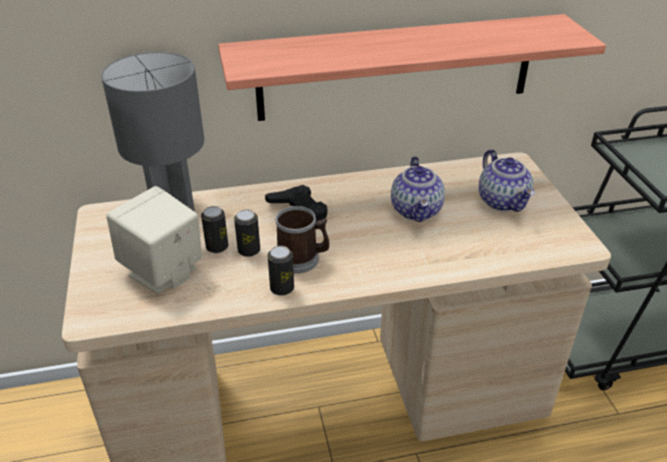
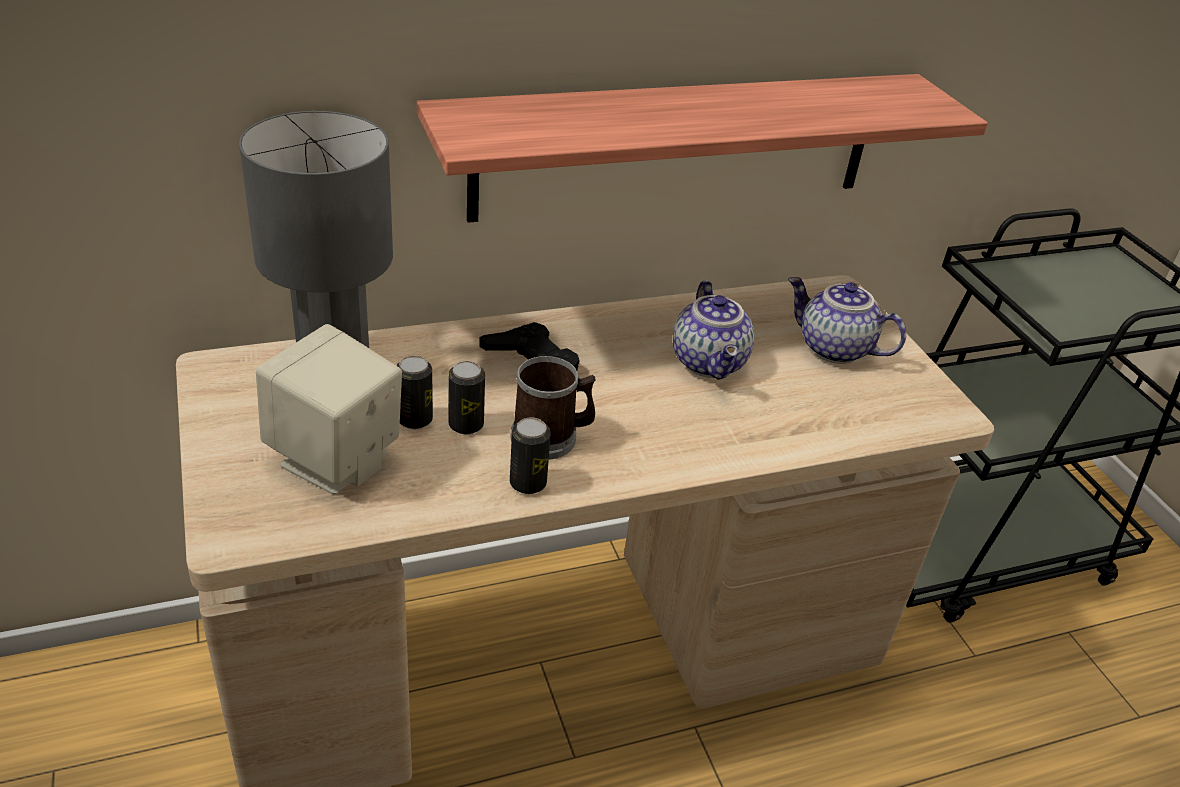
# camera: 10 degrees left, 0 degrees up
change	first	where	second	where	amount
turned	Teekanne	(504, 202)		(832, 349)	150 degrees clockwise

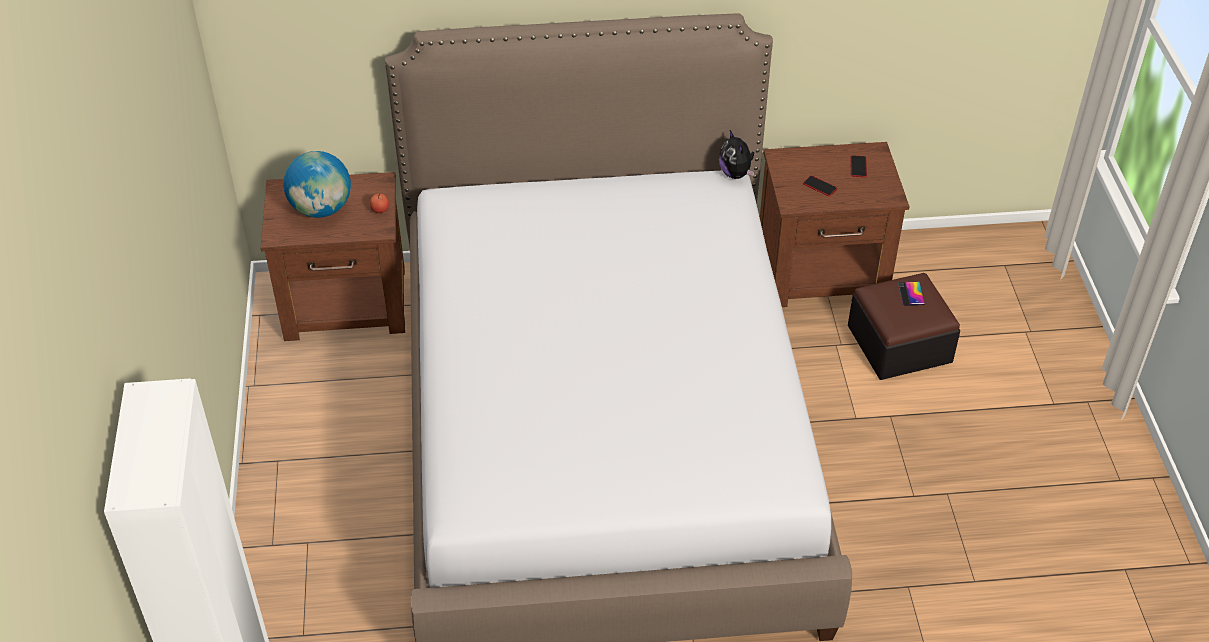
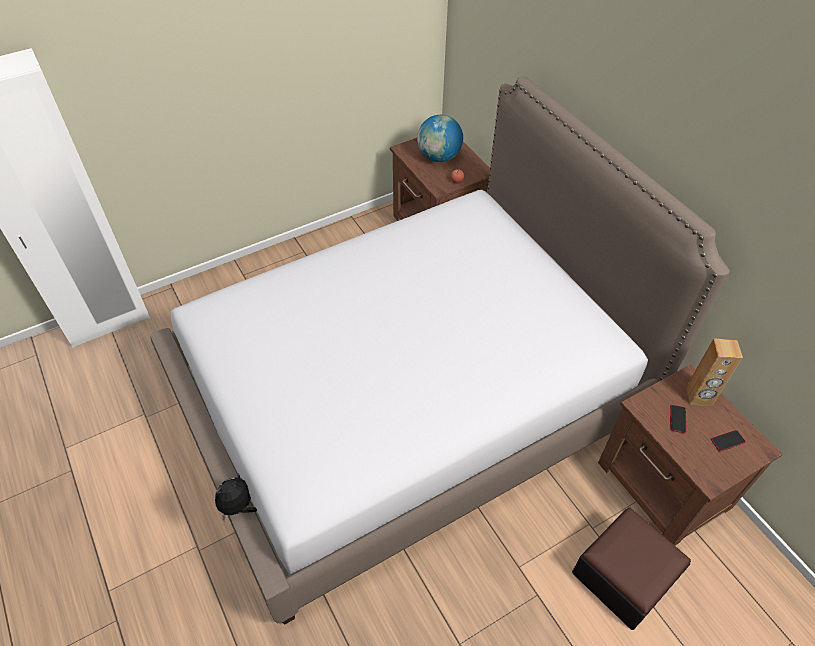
# camera: 65 degrees right, 5 degrees up
change	first	where	second	where	amount
moved	Plüschtier	(736, 174)		(238, 507)	
removed	Handy	(911, 294)			
added			Lautsprecher/braun	(699, 397)	

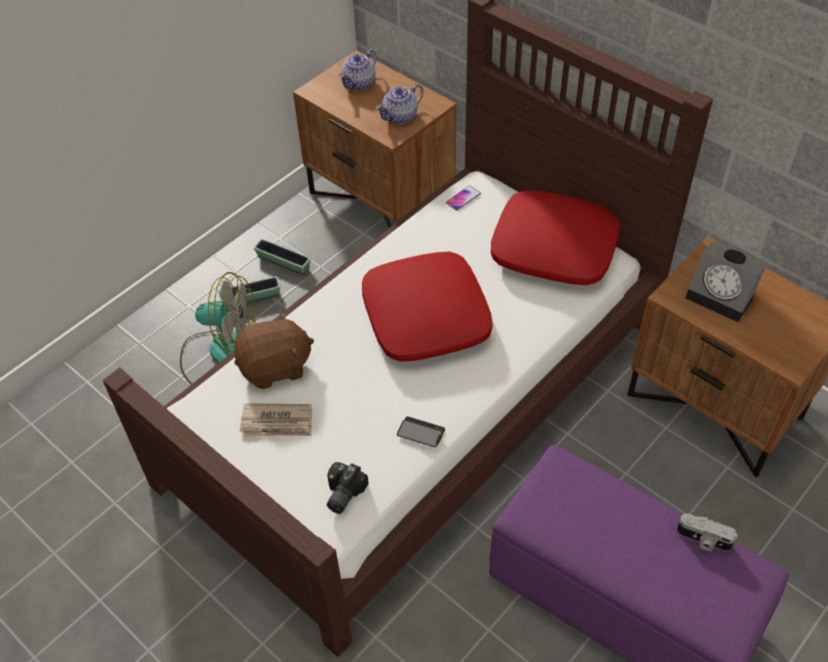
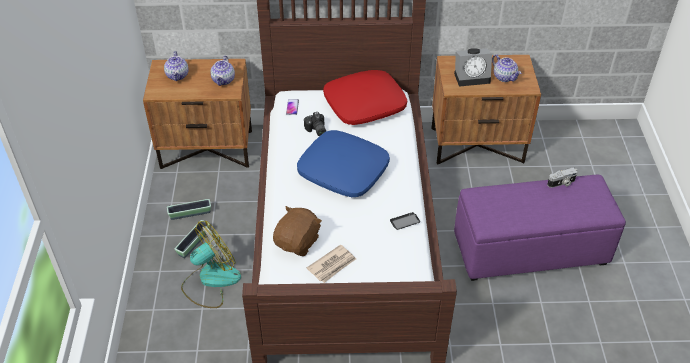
# camera: 45 degrees left, 5 degrees down
change	first	where	second	where	amount
recoloured	Kissen/rot	(427, 317)	Kissen/blau	(344, 171)	
moved	Kamera	(341, 494)		(316, 130)	
added			Teekanne	(504, 77)	

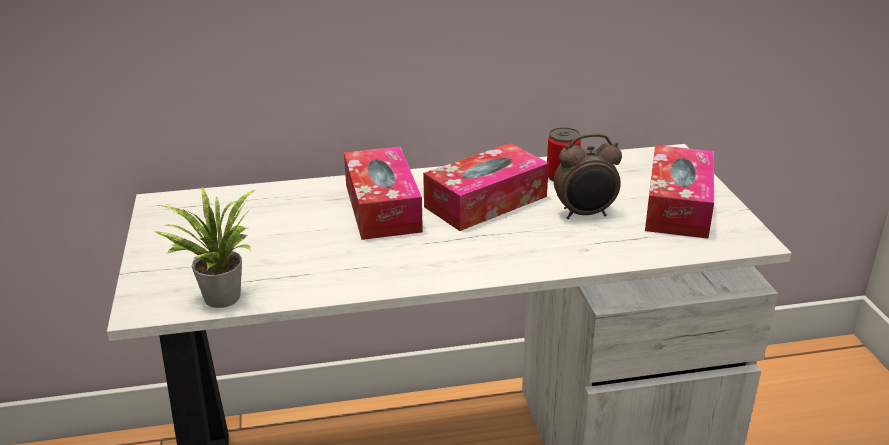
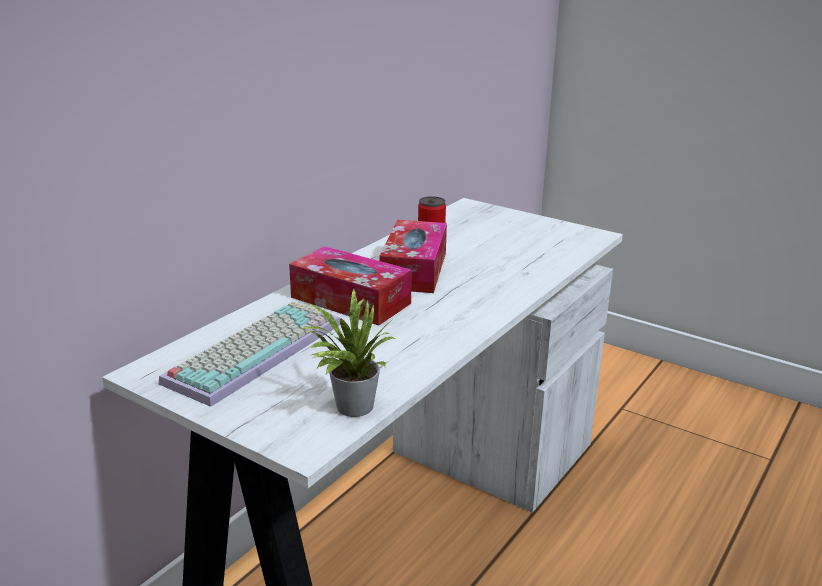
# camera: 45 degrees left, 5 degrees down
change	first	where	second	where	amount
removed	Wecker	(585, 214)			
removed	Taschentuchbox	(678, 206)			
added			Tastatur	(255, 350)	

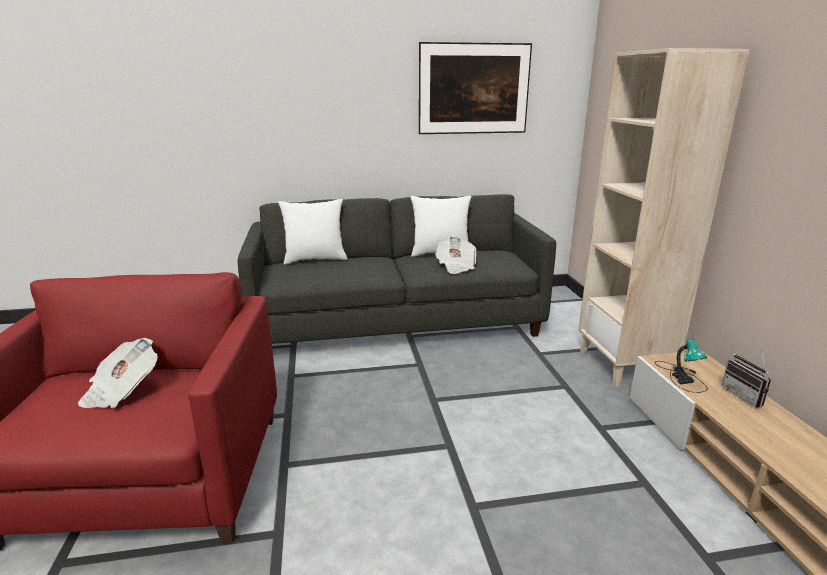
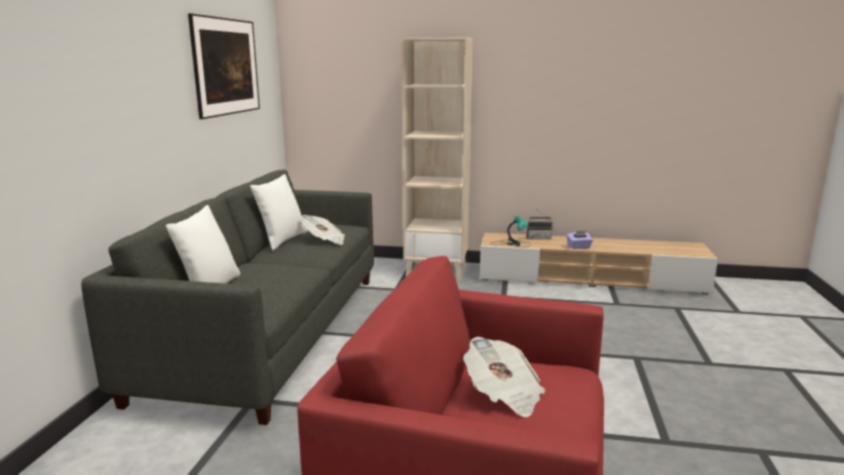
# camera: 70 degrees left, 5 degrees down
change	first	where	second	where	amount
added			Taschentuchbox/lila	(579, 247)	

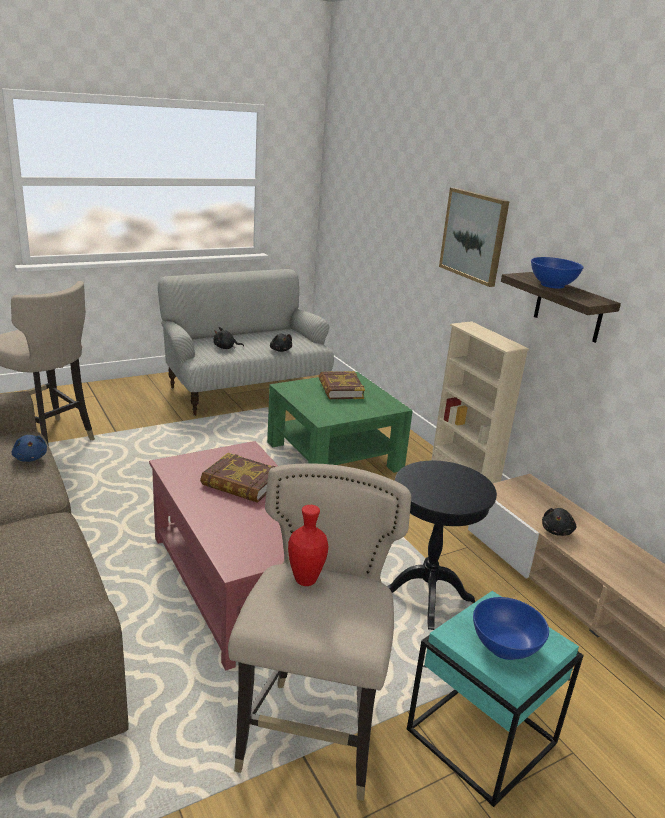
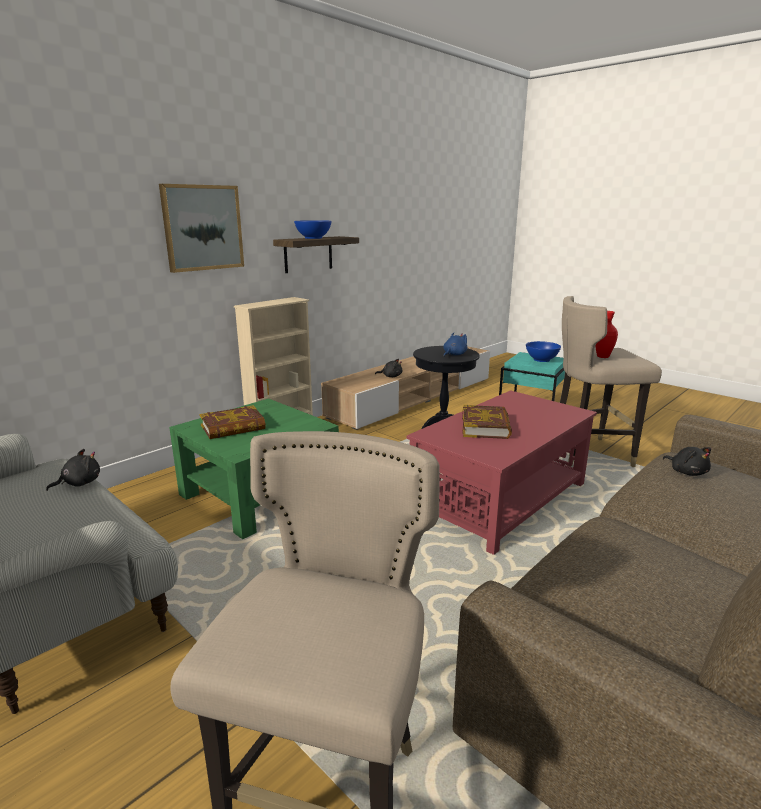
# camera: 105 degrees left, 5 degrees down
change	first	where	second	where	amount
moved	Plüschtier/schwarz	(226, 348)		(687, 472)	
moved	Plüschtier/blau	(30, 458)		(454, 354)	

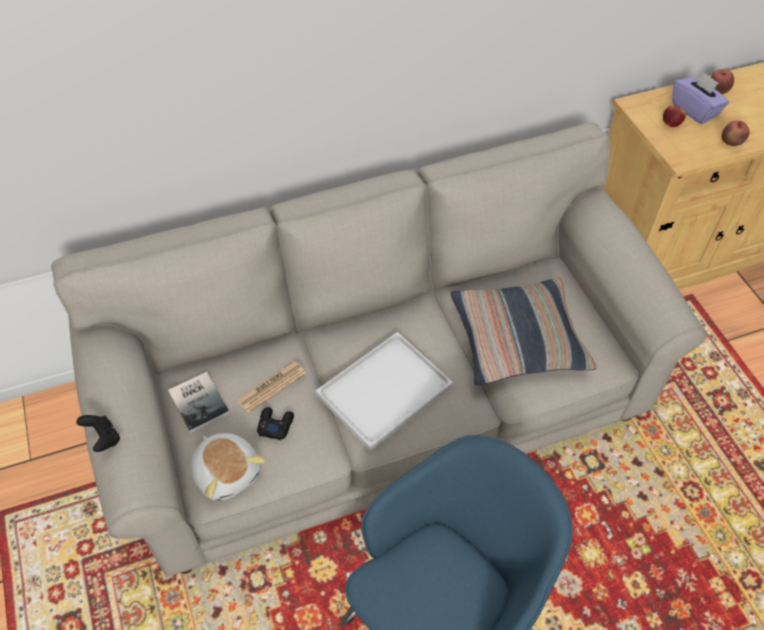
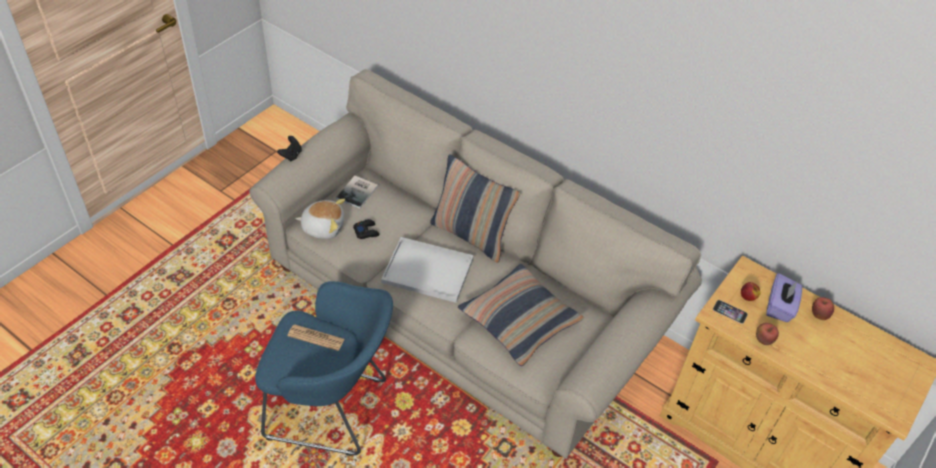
# camera: 55 degrees right, 5 degrees down
change	first	where	second	where	amount
moved	Zeitung	(271, 387)		(316, 338)	
turned	Plüschtier	(228, 472)		(323, 227)	105 degrees counterclockwise
added			Kissen	(471, 235)	
added			Handy	(730, 311)	

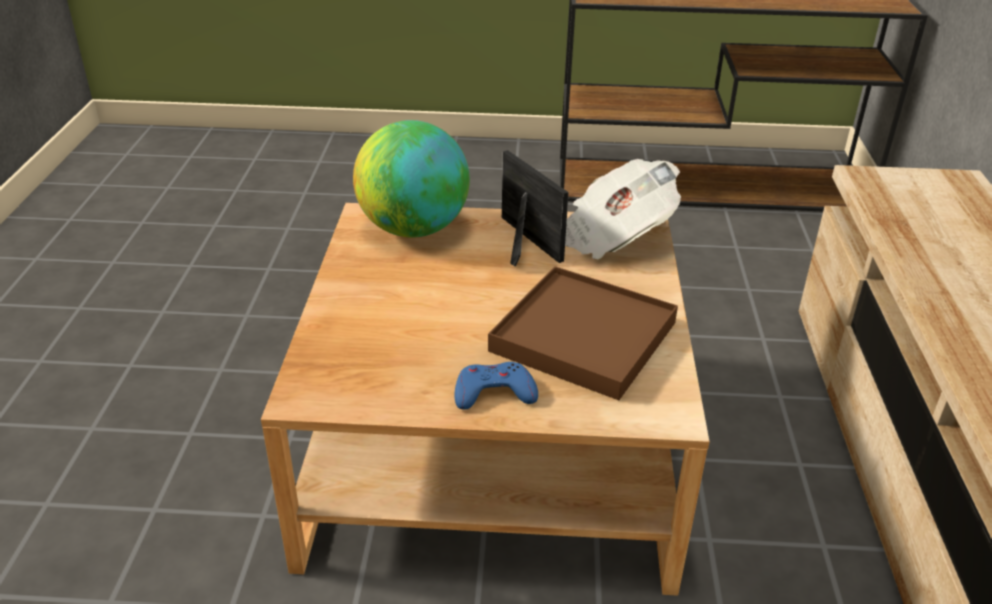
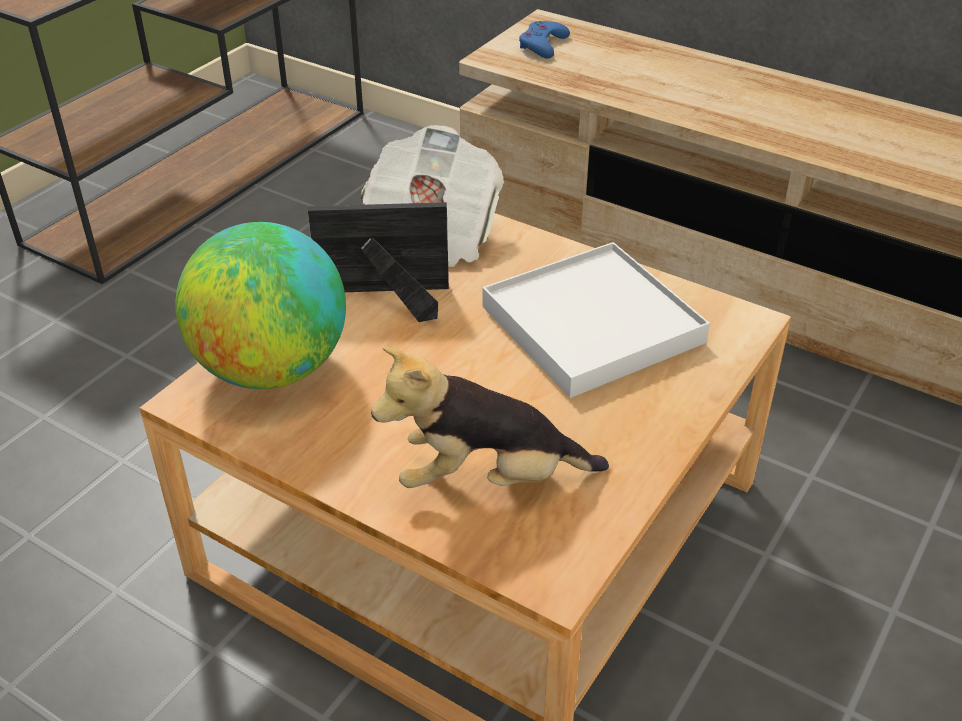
# camera: 60 degrees left, 5 degrees up
change	first	where	second	where	amount
recoloured	Tablett/braun	(583, 337)	Tablett/weiß	(592, 325)	
moved	Gamepad/blau	(494, 392)		(542, 45)	
added			Plüschtier	(487, 479)	

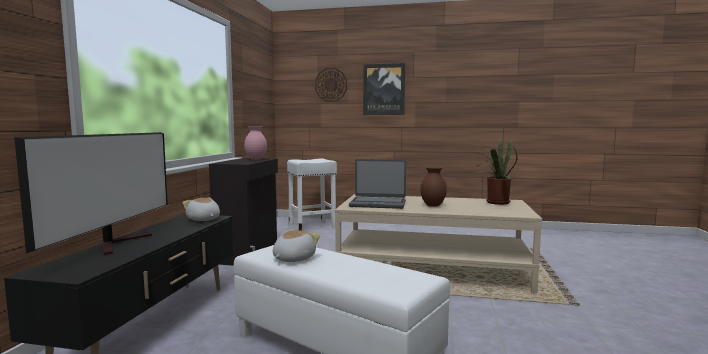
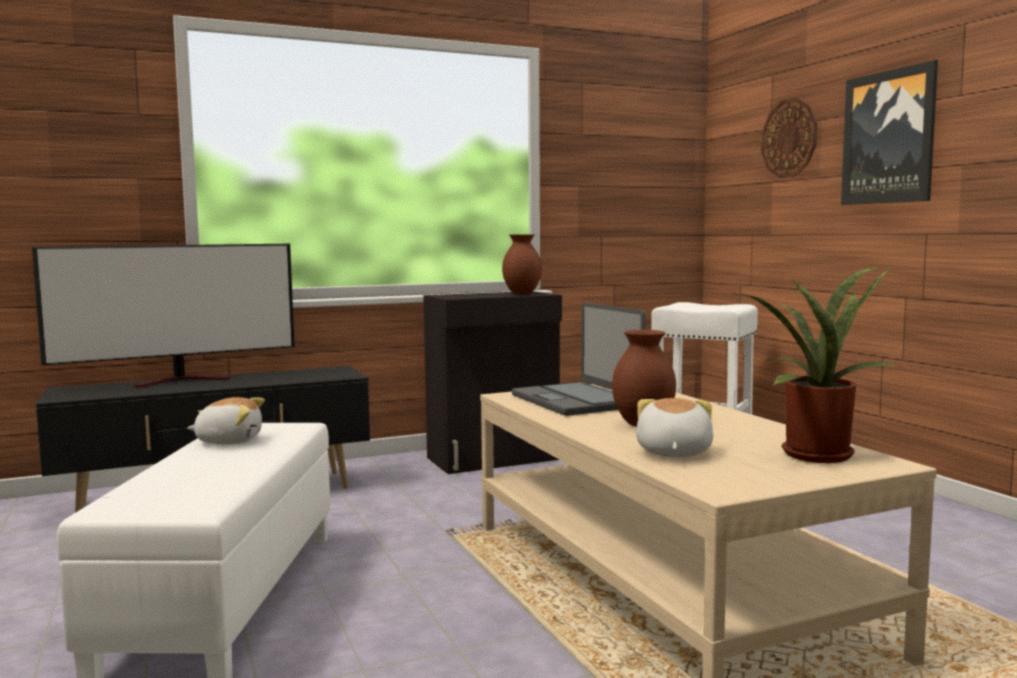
# camera: 55 degrees right, 0 degrees up
change	first	where	second	where	amount
recoloured	Vase/rosa	(255, 159)	Vase/braun	(521, 293)	
moved	Plüschtier	(203, 219)		(672, 453)	

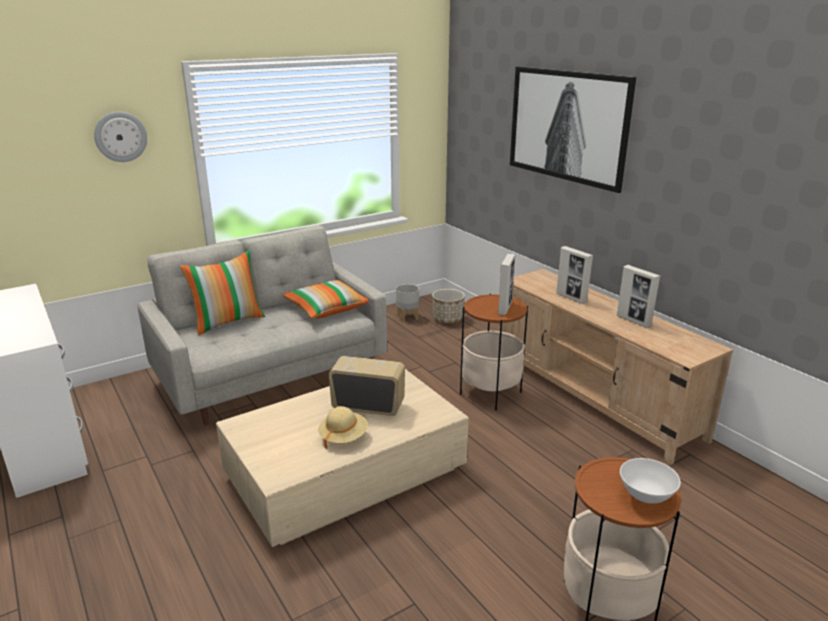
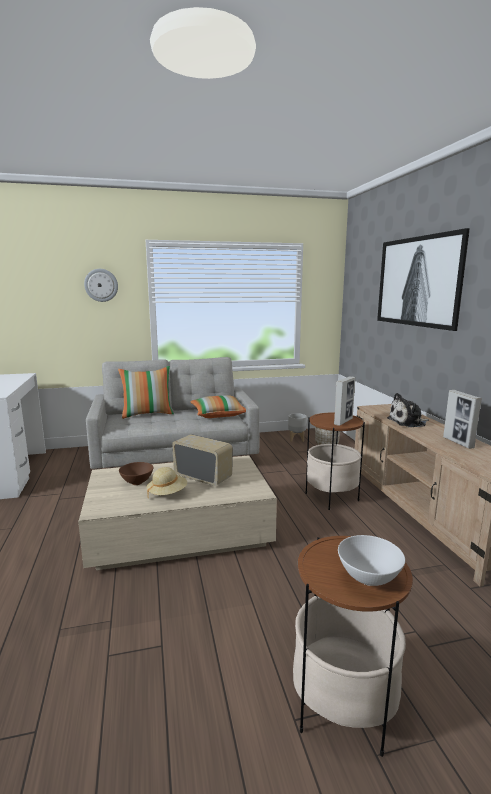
# camera: 20 degrees right, 10 degrees down
change	first	where	second	where	amount
replaced	Bilderrahmen	(571, 298)	Plüschtier	(408, 422)	
added			Schüssel/braun	(136, 483)	

